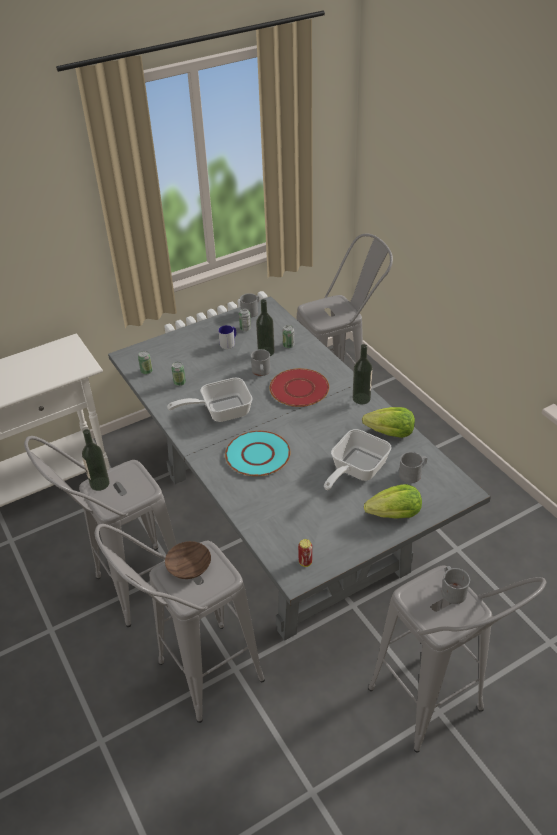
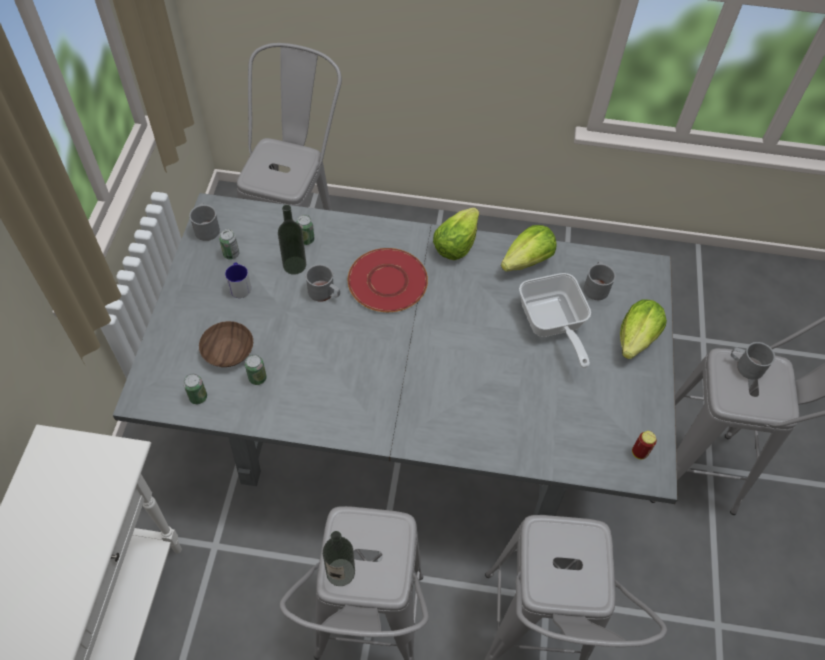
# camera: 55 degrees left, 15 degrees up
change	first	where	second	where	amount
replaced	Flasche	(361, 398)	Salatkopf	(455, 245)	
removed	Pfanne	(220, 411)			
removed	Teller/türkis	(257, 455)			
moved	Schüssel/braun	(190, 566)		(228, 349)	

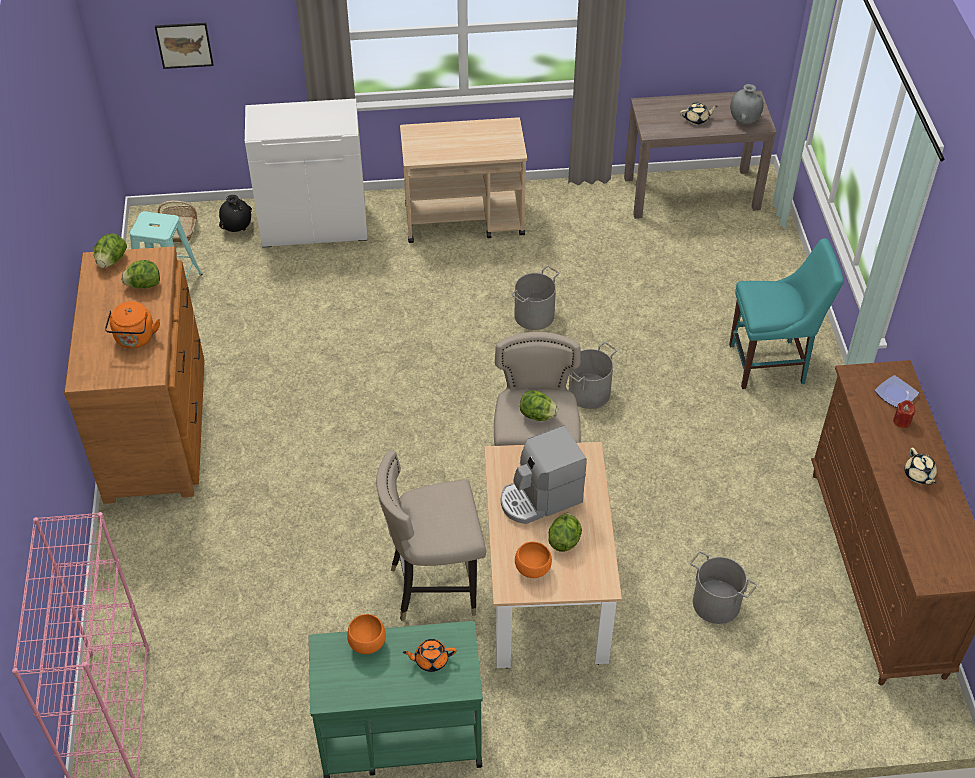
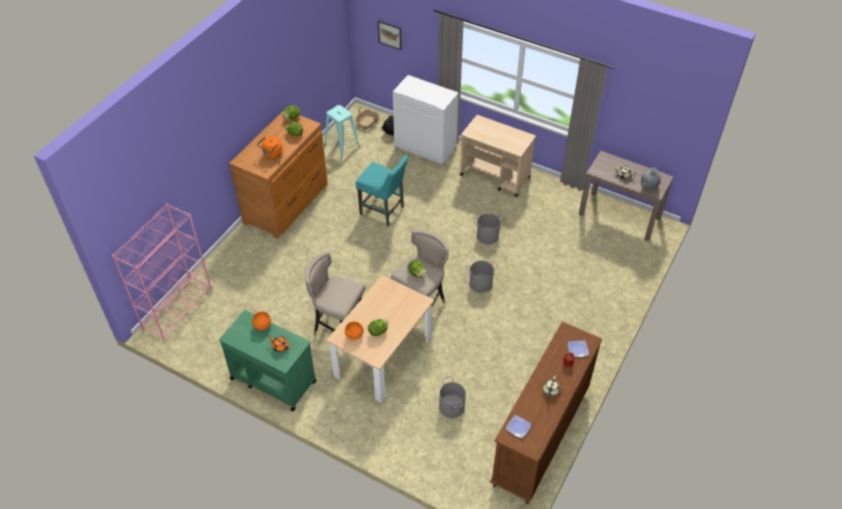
# camera: 35 degrees right, 0 degrees up
change	first	where	second	where	amount
moved	Stuhl/türkis	(771, 364)		(383, 211)	
removed	Kaffeemaschine	(540, 498)			
added			Teller	(518, 427)	

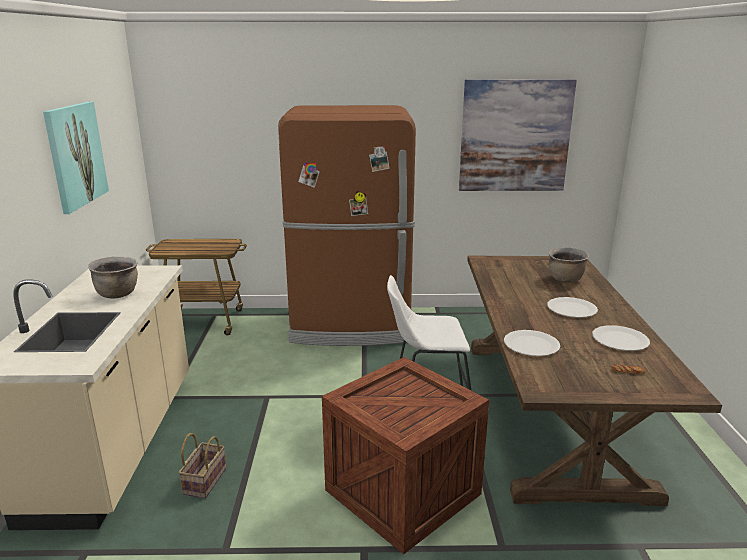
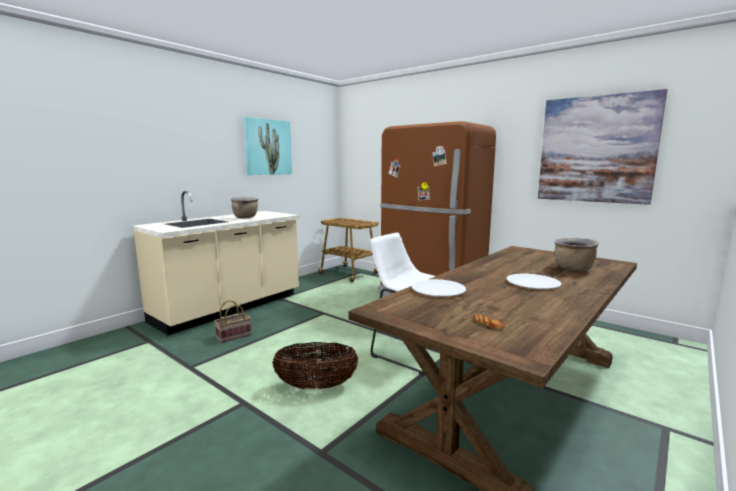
# camera: 40 degrees right, 10 degrees down
change	first	where	second	where	amount
removed	Teller/weiß	(620, 340)			
replaced	Kiste	(402, 490)	Korb	(316, 386)	

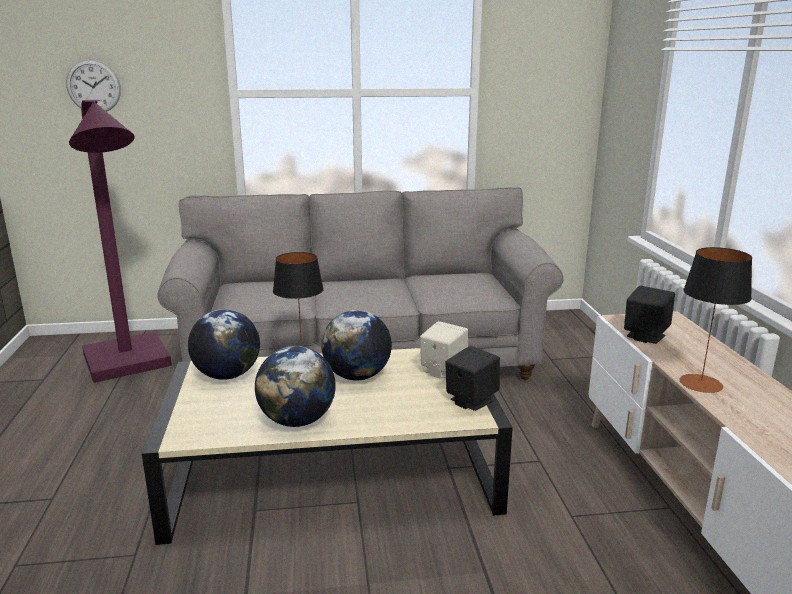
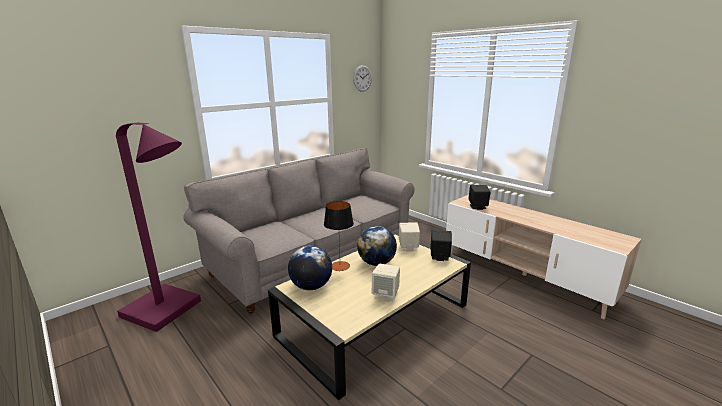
# camera: 35 degrees left, 0 degrees up
change	first	where	second	where	amount
moved	Wanduhr	(93, 86)		(362, 78)	
removed	Tischlampe	(701, 383)			
replaced	Globus	(297, 421)	Lautsprecher/beige	(386, 294)	

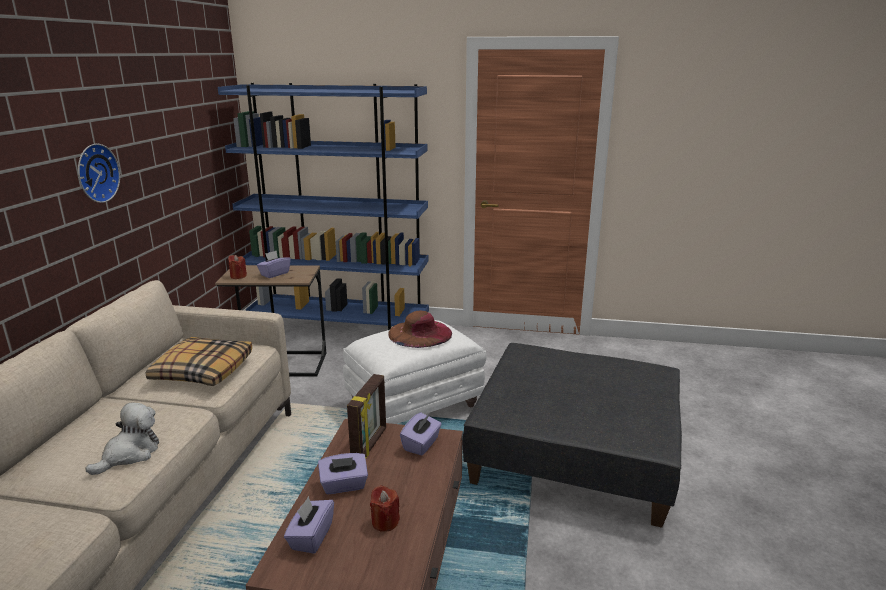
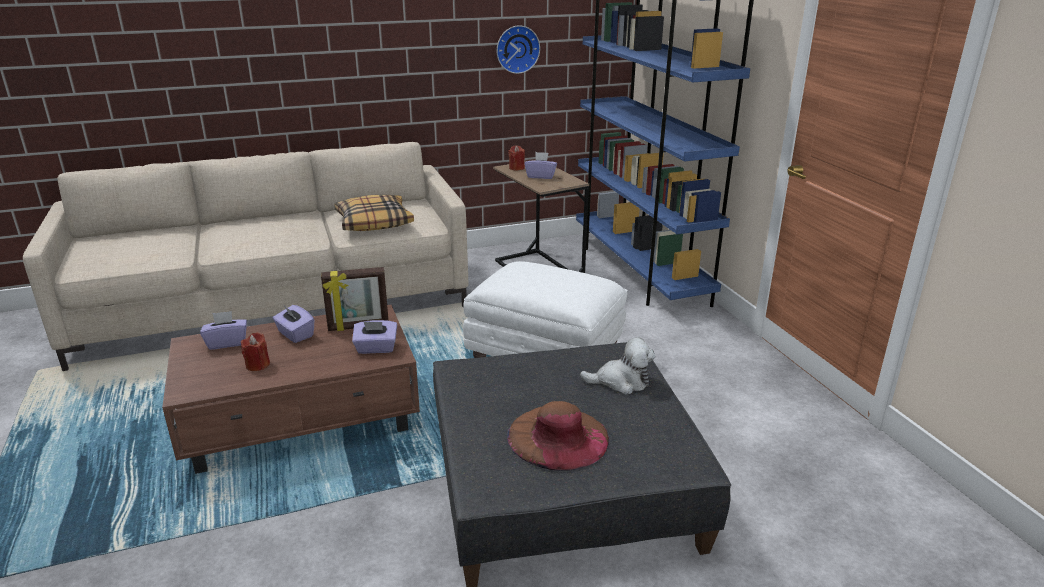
# camera: 60 degrees right, 5 degrees up
change	first	where	second	where	amount
moved	Wanduhr	(95, 173)		(517, 49)	
moved	Hut/braun	(420, 333)		(558, 437)	
moved	Plüschtier	(130, 454)		(621, 382)	

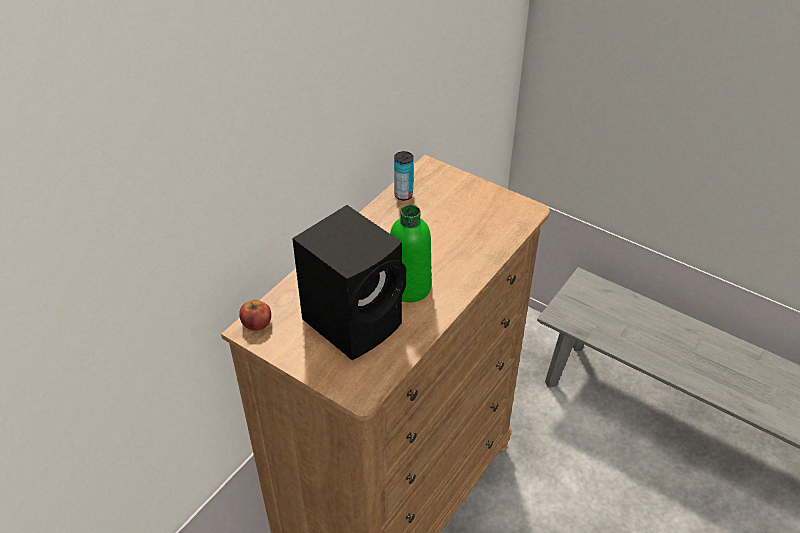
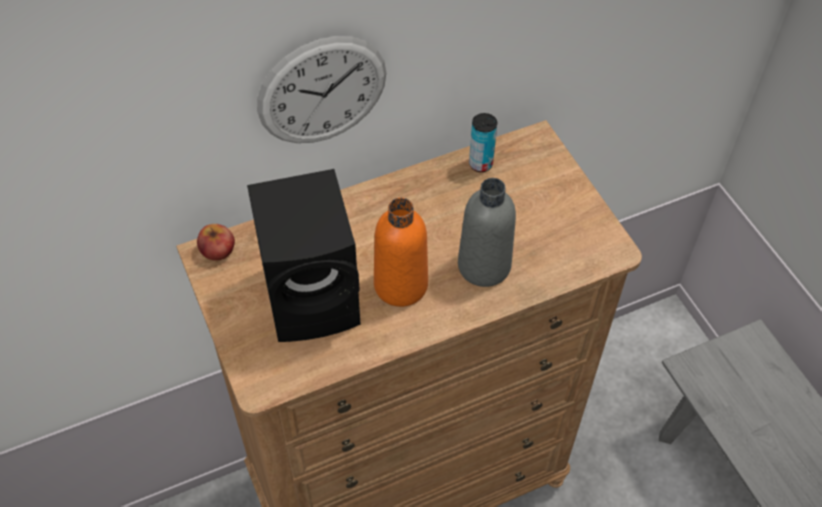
# camera: 30 degrees right, 10 degrees up
change	first	where	second	where	amount
recoloured	Flasche/grün	(409, 287)	Flasche/orange	(400, 285)	
added			Wanduhr	(322, 91)	
added			Flasche/grau	(484, 266)	

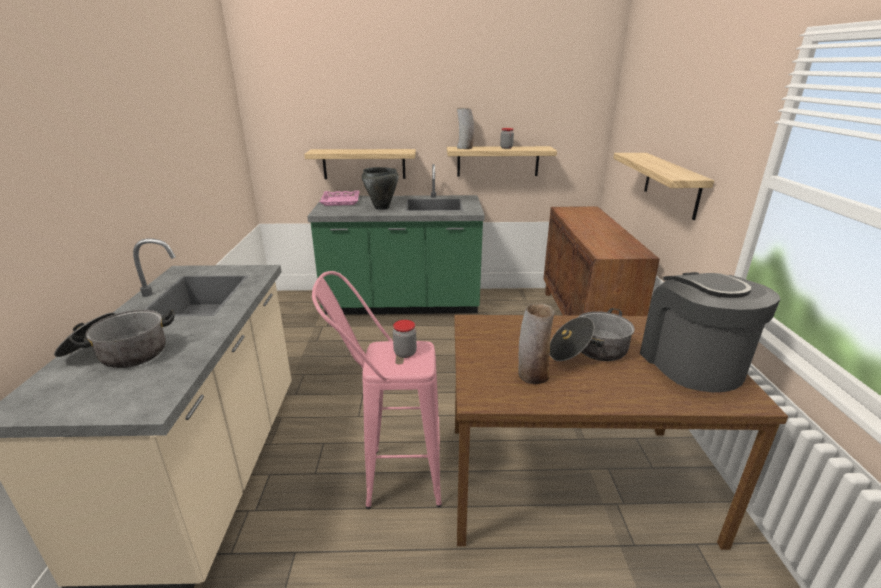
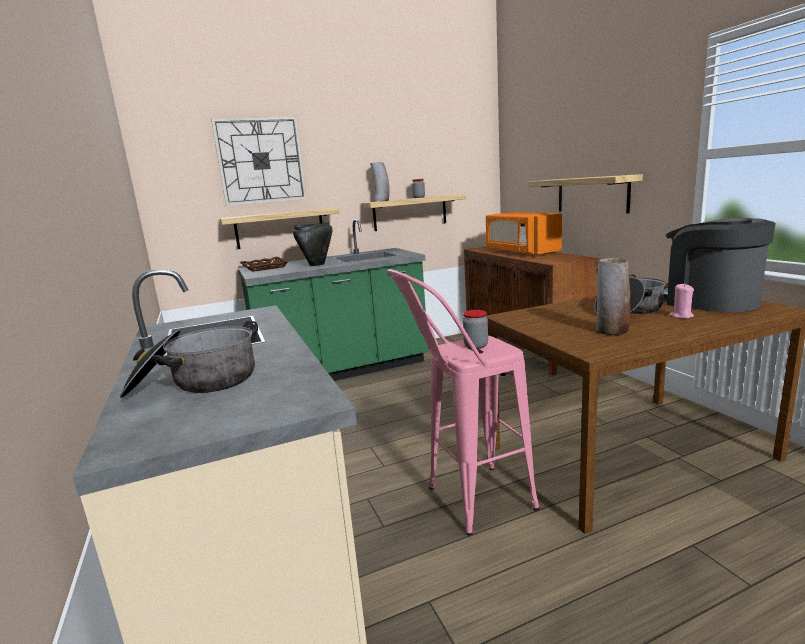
# camera: 20 degrees left, 10 degrees down
change	first	where	second	where	amount
recoloured	Tablett/rosa	(340, 201)	Tablett/braun	(264, 267)	
added			Wanduhr	(261, 161)	
added			Mikrowelle/orange	(521, 252)	
added			Kerze/rosa	(681, 316)	

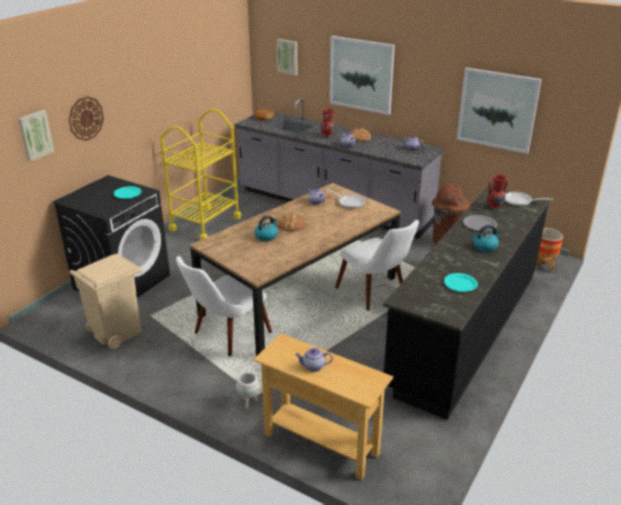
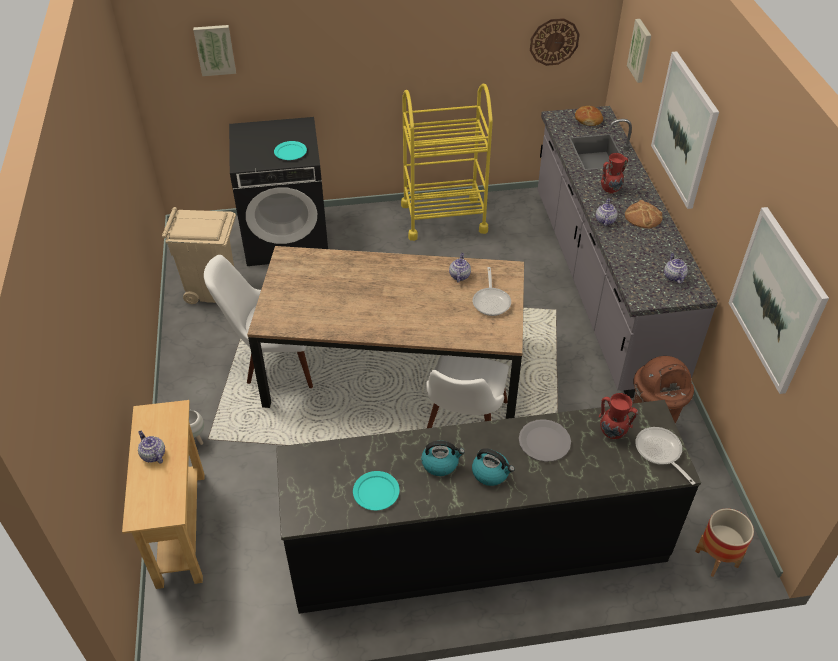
# camera: 50 degrees right, 15 degrees up
change	first	where	second	where	amount
moved	Wanduhr	(85, 118)		(554, 41)	
removed	Brot	(292, 224)			
moved	Wasserkessel	(266, 236)		(440, 463)	

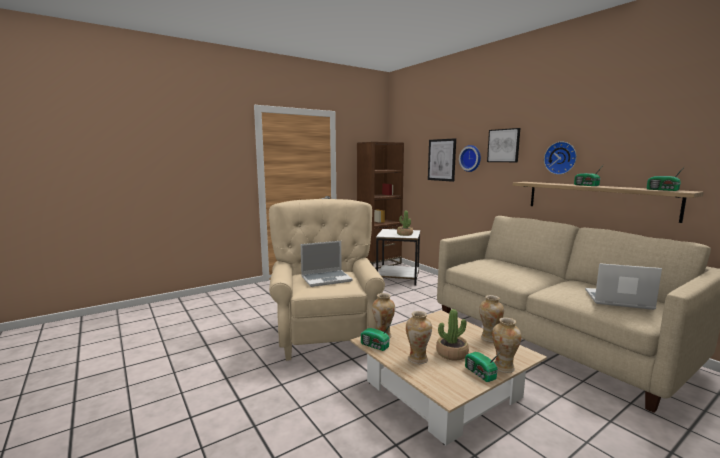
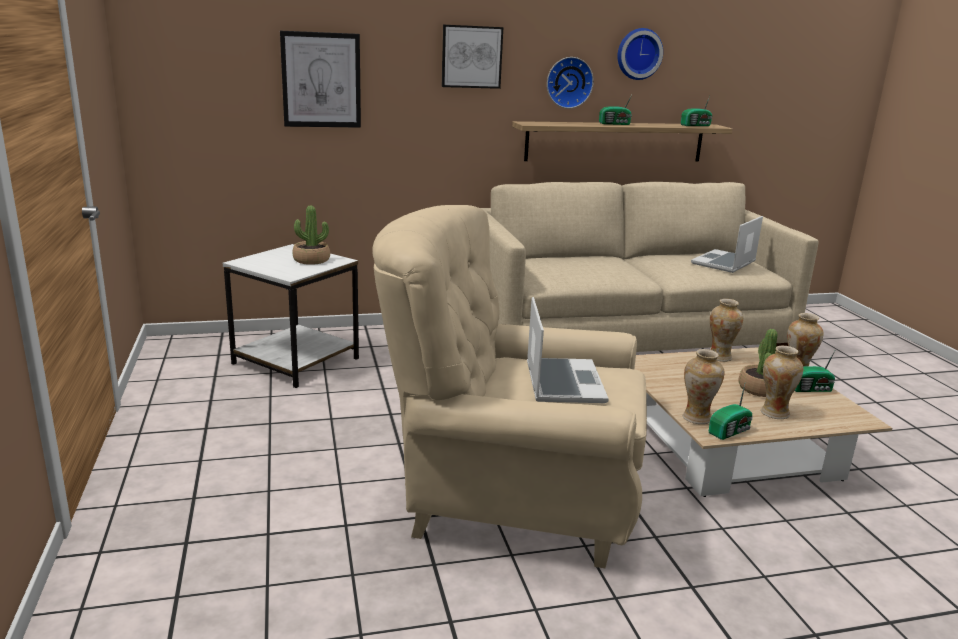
# camera: 70 degrees left, 10 degrees up
change	first	where	second	where	amount
removed	Bücherregal/braun	(379, 263)			
moved	Wanduhr	(471, 158)		(638, 54)	

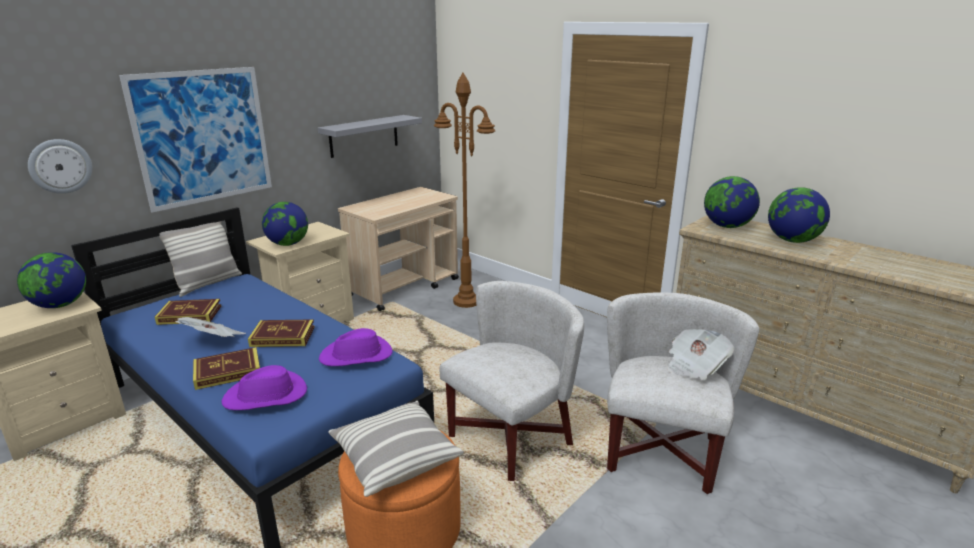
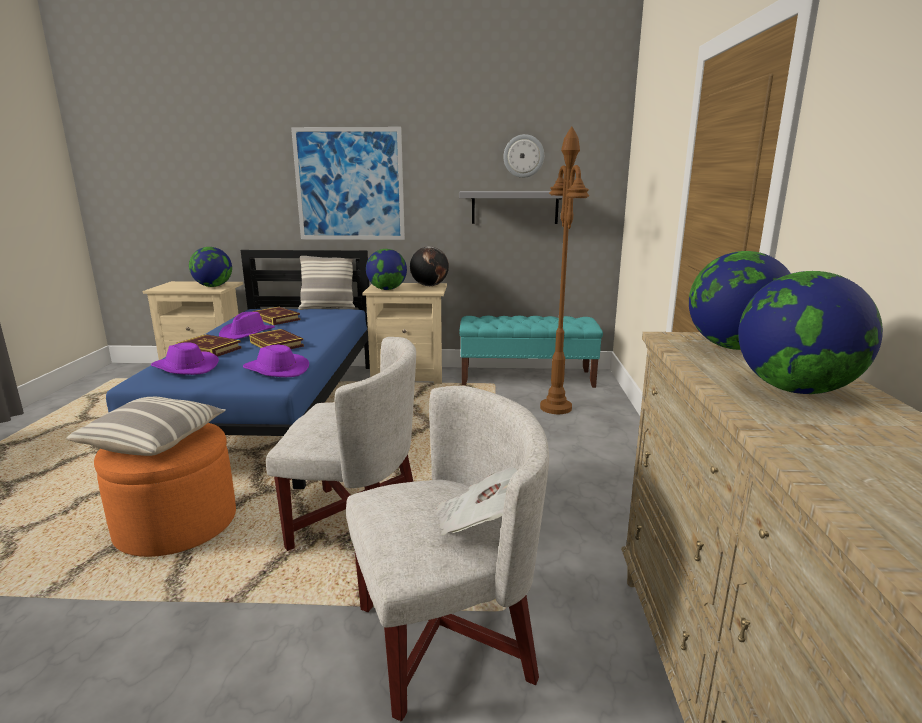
# camera: 50 degrees right, 5 degrees down
change	first	where	second	where	amount
moved	Wanduhr	(60, 166)		(523, 156)	
replaced	Rollwagen/beige	(405, 287)	Bank/türkis	(527, 378)	
replaced	Zeitung	(214, 341)	Hut/lila	(247, 333)	
added			Globus	(429, 286)	

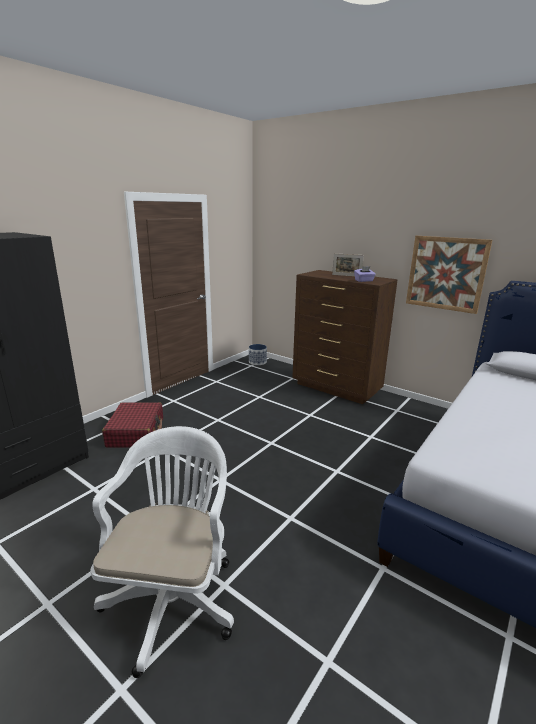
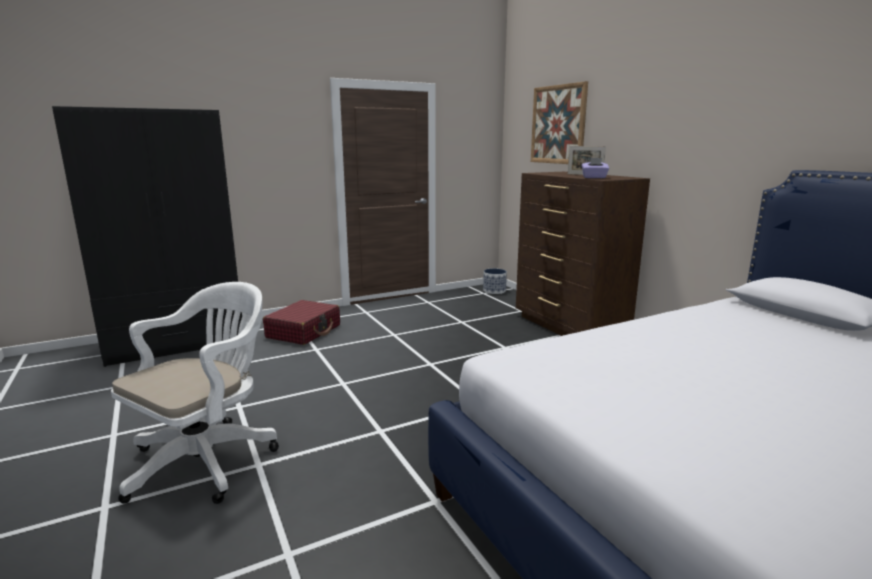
# camera: 25 degrees right, 5 degrees down
change	first	where	second	where	amount
moved	Bild	(446, 273)		(558, 124)	

